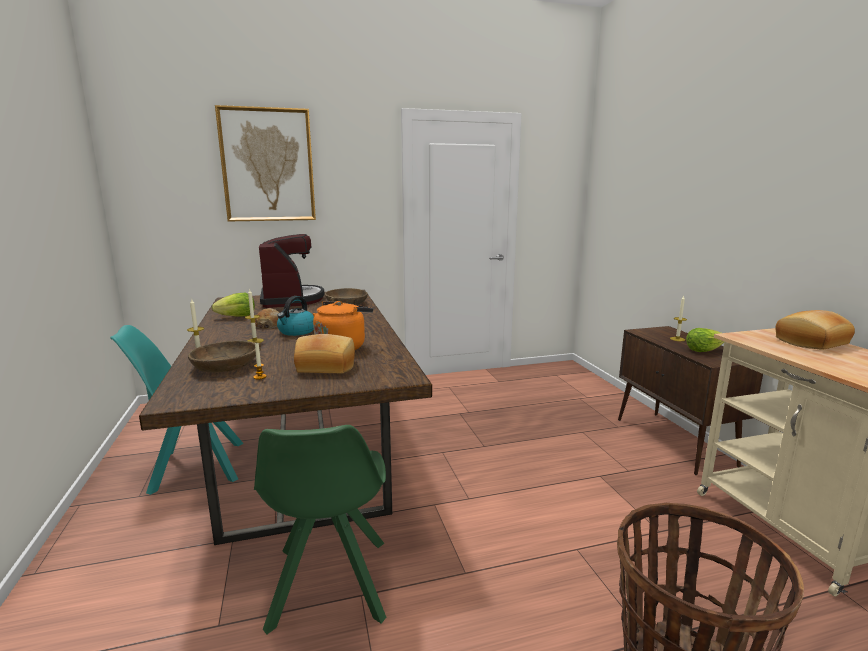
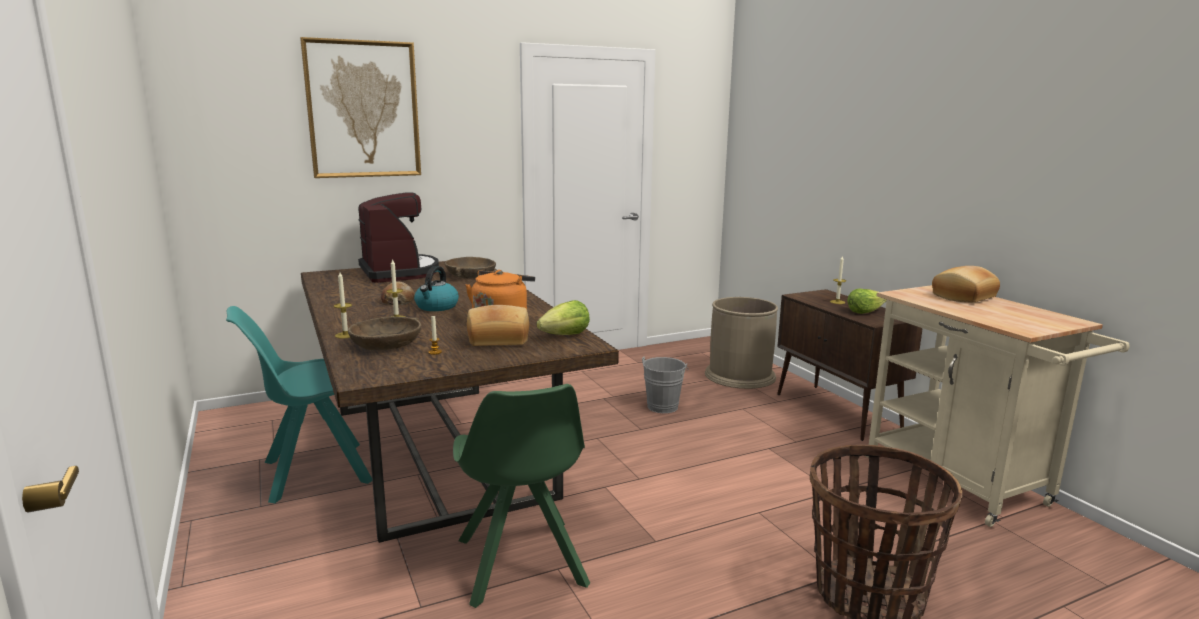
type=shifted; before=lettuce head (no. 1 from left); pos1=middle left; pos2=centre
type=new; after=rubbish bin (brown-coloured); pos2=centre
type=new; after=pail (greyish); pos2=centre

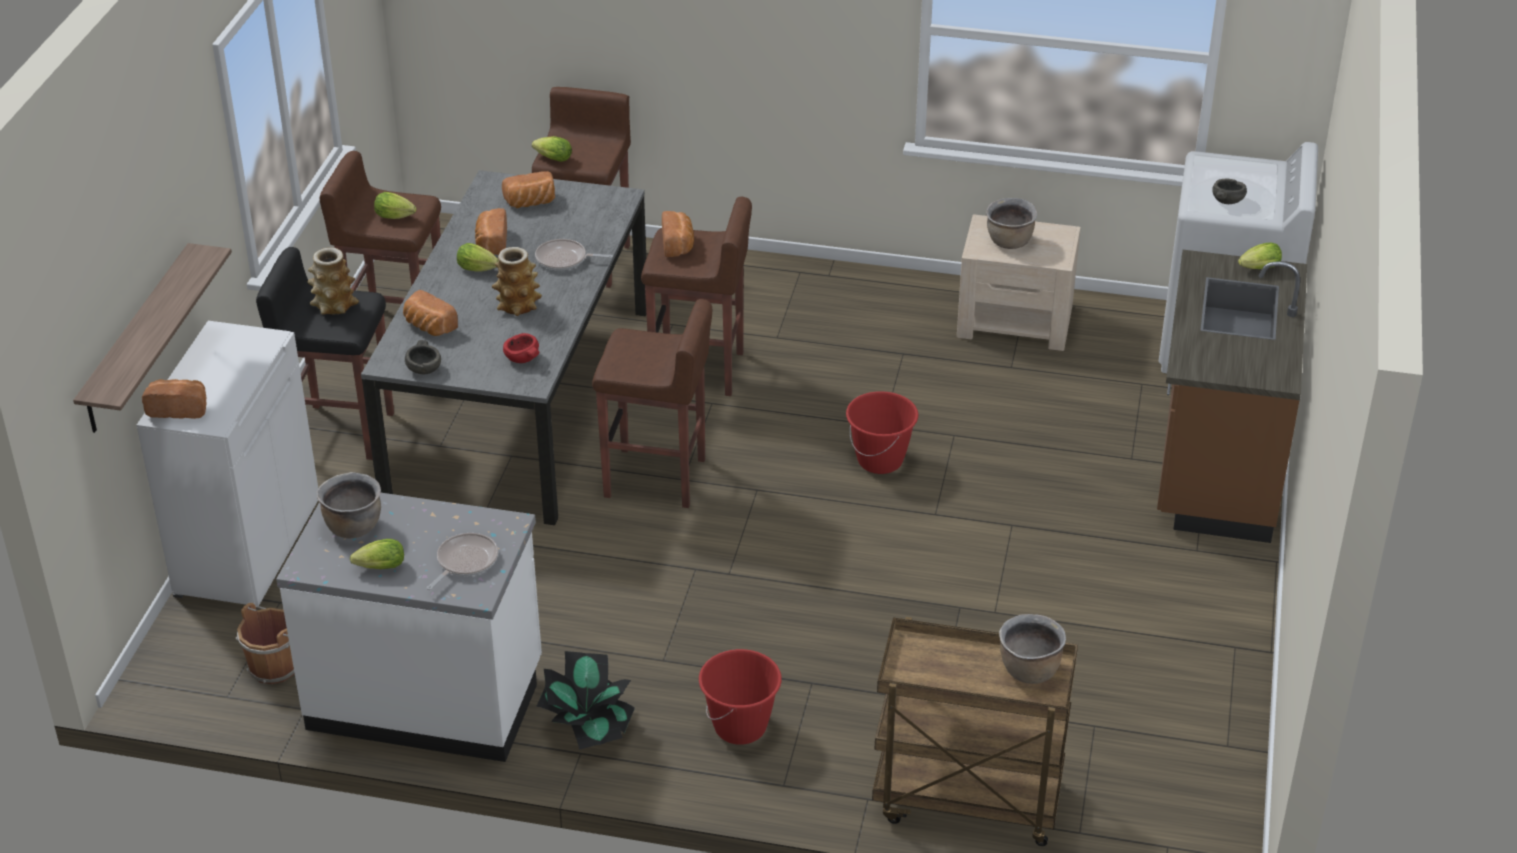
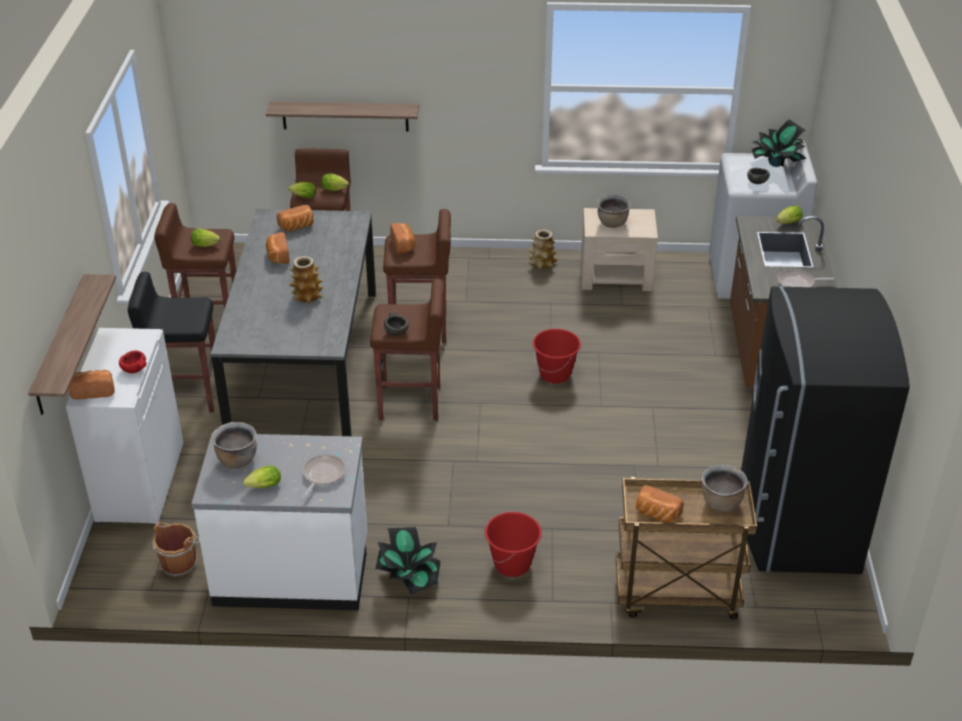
type=shifted; before=frying pan (no. 2 from left); pos1=top centre; pos2=middle right
type=shifted; before=lettuce head (no. 3 from left in the first image); after=lettuce head (no. 4 from left); pos1=top left; pos2=top centre
type=shifted; before=decorative vase (no. 1 from left in the first image); after=decorative vase (no. 2 from left); pos1=top left; pos2=centre
type=shifted; before=baked bread (no. 2 from left in the first image); after=baked bread (no. 5 from left); pos1=middle left; pos2=bottom right
type=shifted; before=deep dish (red); pos1=centre; pos2=middle left
type=shifted; before=deep dish (greyish) (no. 1 from left); pos1=middle left; pos2=centre
type=new; after=bracket shelf (no. 2 from left); pos2=top centre
type=new; after=potted plant (no. 2 from left); pos2=top right
type=new; after=fridge (black-coloured); pos2=middle right

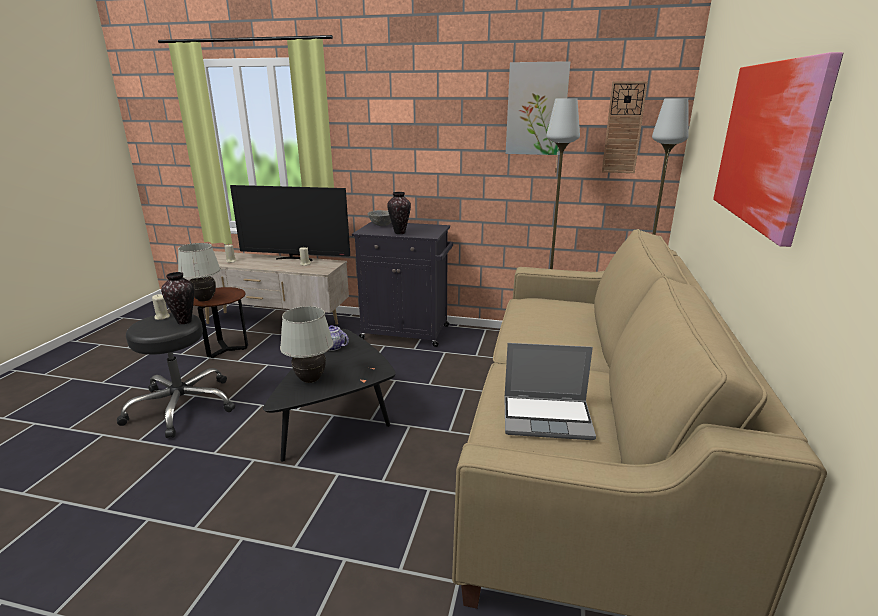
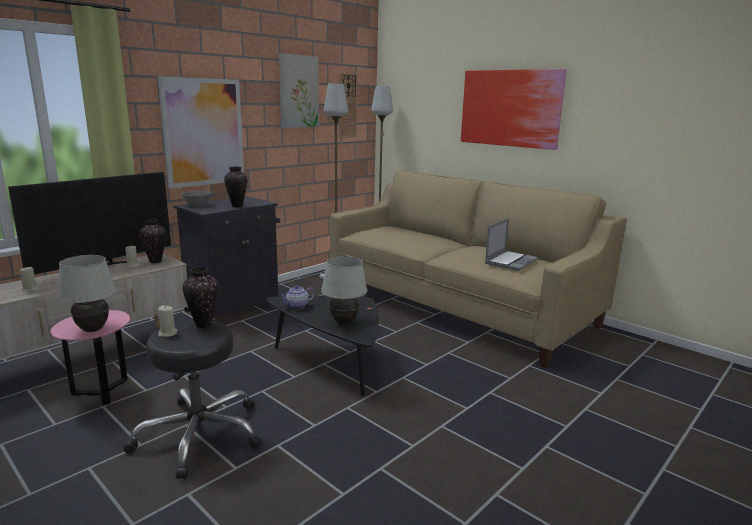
type=repainted; before=side table (brown-coloured); after=side table (pink-coloured); pos1=middle left; pos2=bottom left
type=new; after=picture (no. 1 from left); pos2=top left
type=new; after=decorative vase (no. 1 from left); pos2=middle left

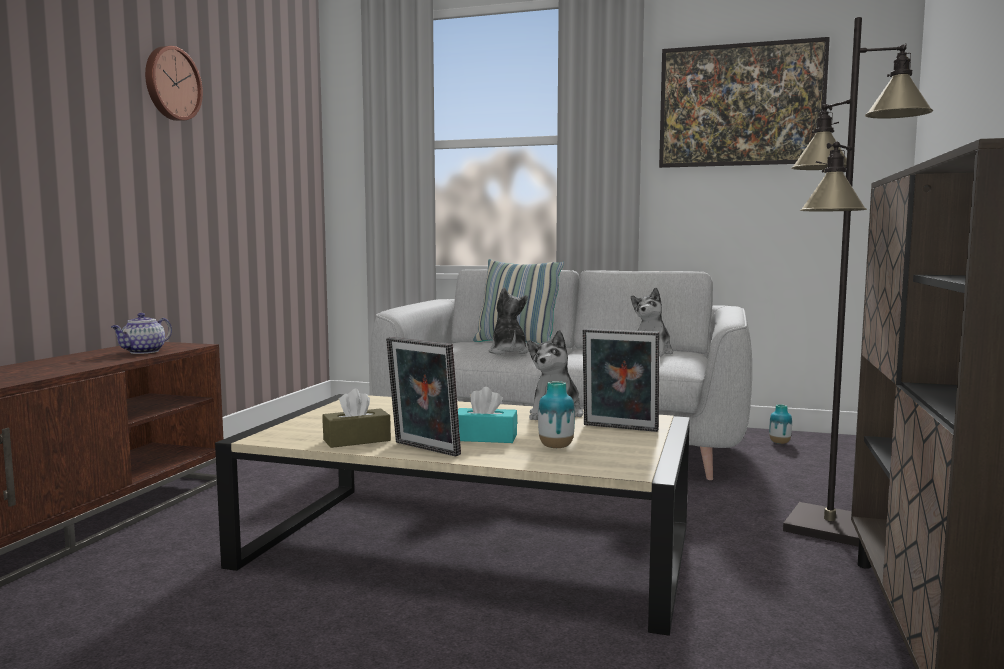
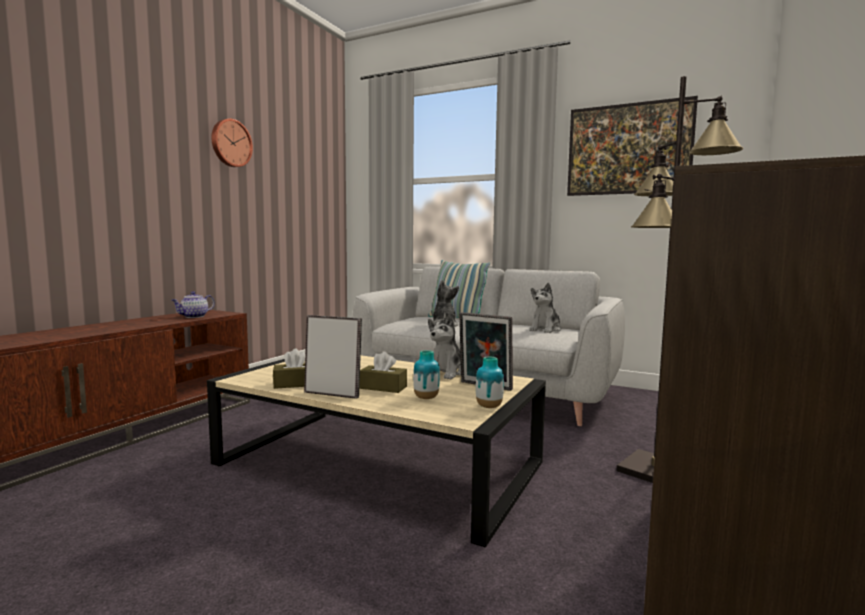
type=rotated; before=picture frame (no. 1 from left); pos1=centre; pos2=centre; turn=150
type=repainted; before=tissue holder (turquoise-coloured); after=tissue holder (brown-coloured) (no. 2 from left); pos1=centre; pos2=centre
type=shifted; before=decorative vase (no. 2 from left); pos1=middle right; pos2=centre

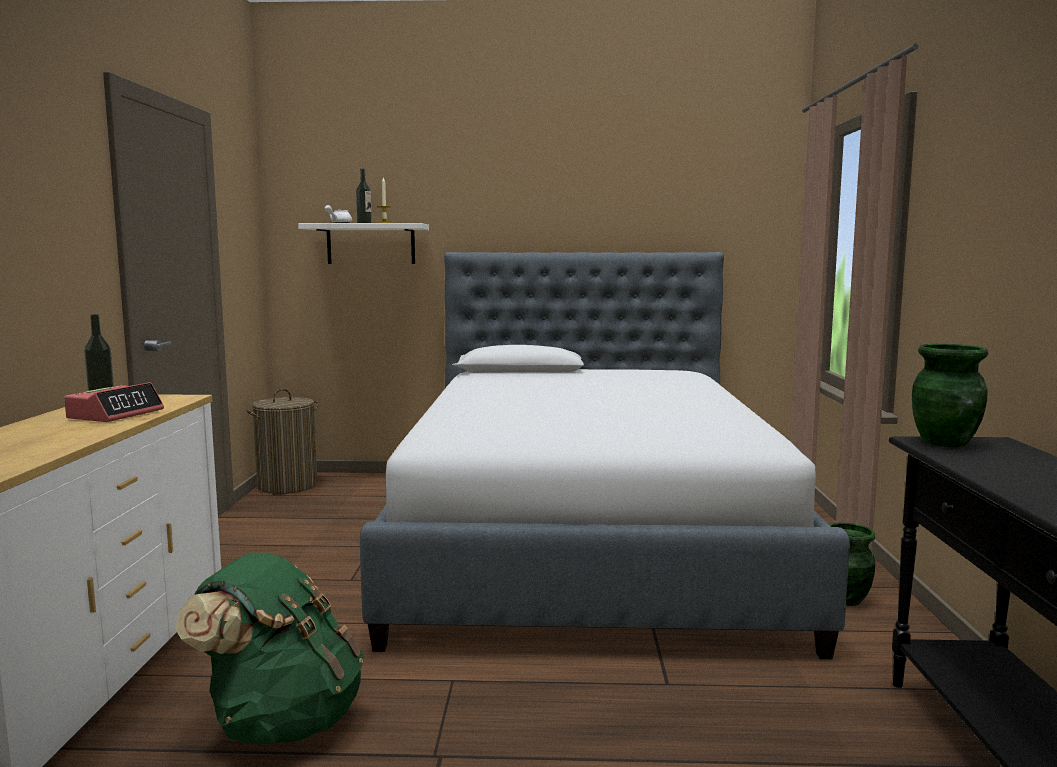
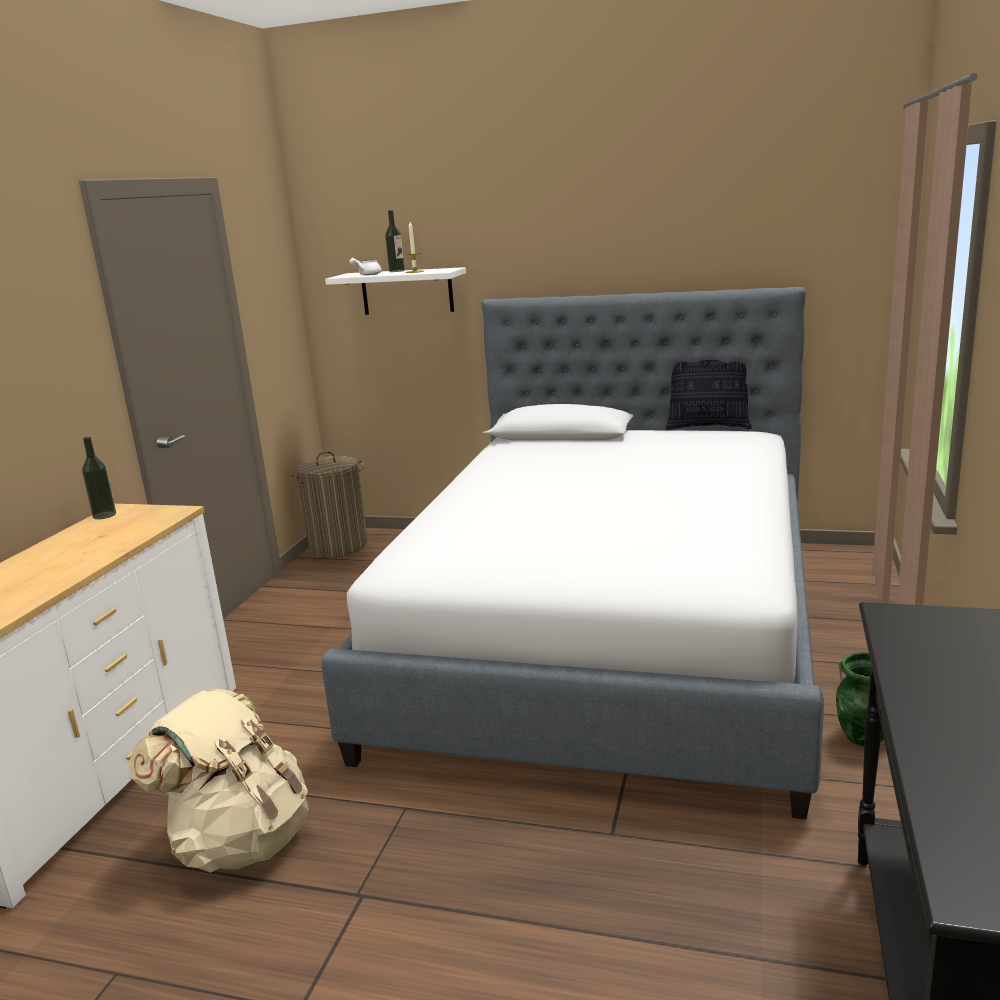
type=gone; before=decorative vase (greenish) (no. 2 from left); pos1=middle right
type=gone; before=table clock; pos1=middle left
type=repainted; before=rucksack (greenish); after=rucksack (beige); pos1=bottom left; pos2=bottom left
type=new; after=pillow; pos2=middle right

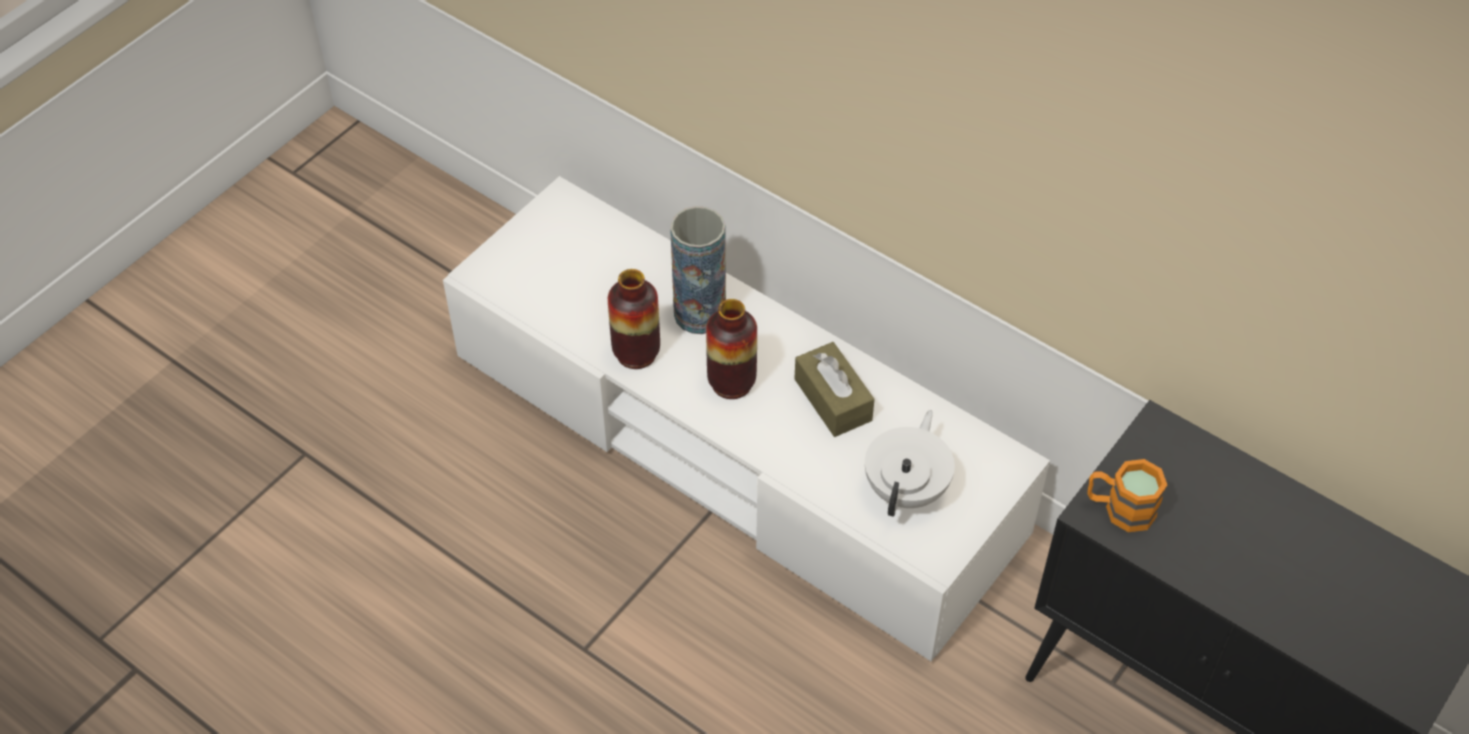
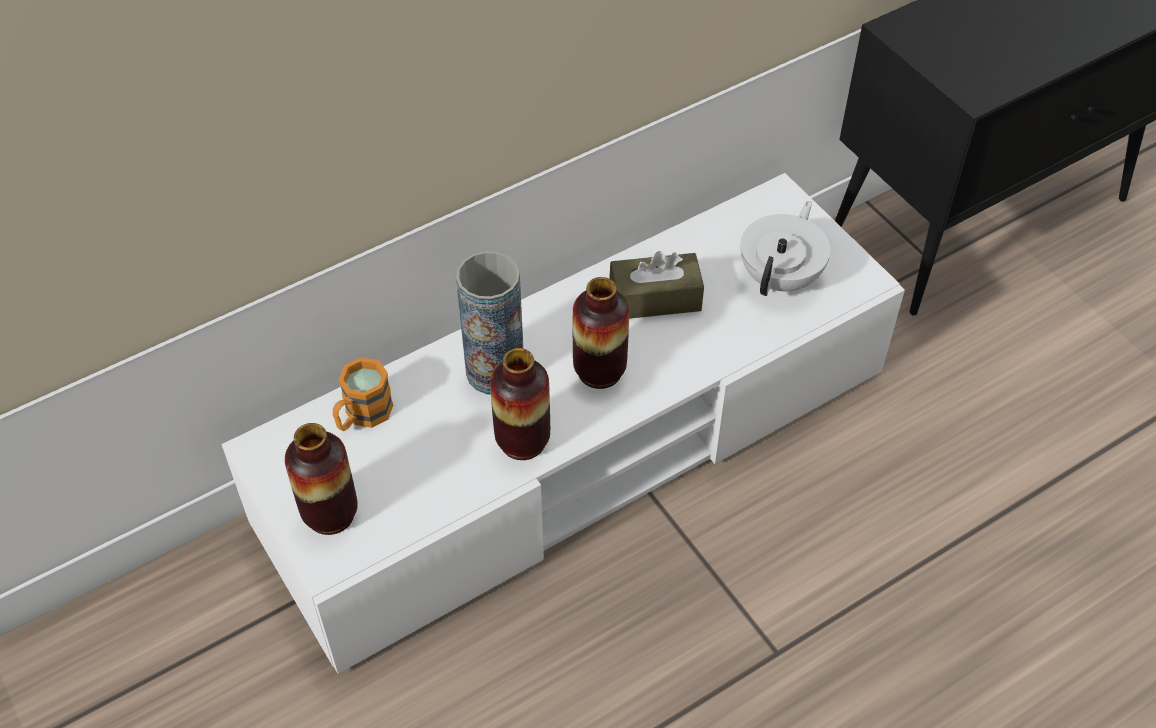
type=rotated; before=tea pot (white); pos1=centre; pos2=middle right; turn=75
type=shifted; before=tea mug (orange-coloured); pos1=bottom right; pos2=middle left
type=new; after=decorative vase (no. 1 from left); pos2=middle left

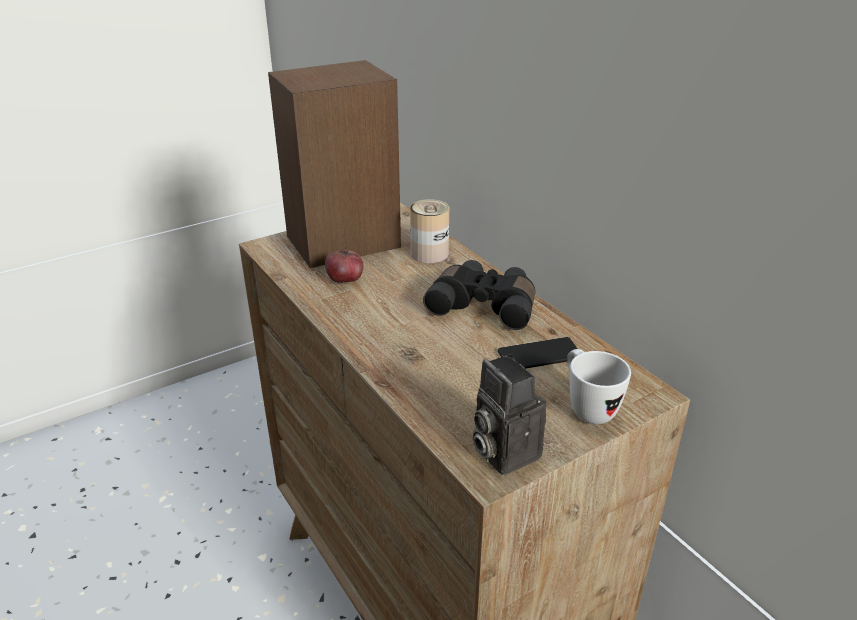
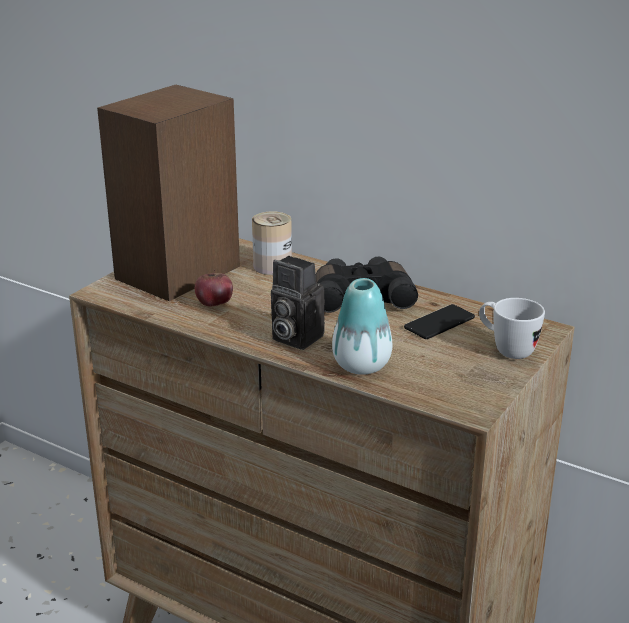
type=shifted; before=still camera; pos1=bottom centre; pos2=centre
type=new; after=decorative vase; pos2=centre

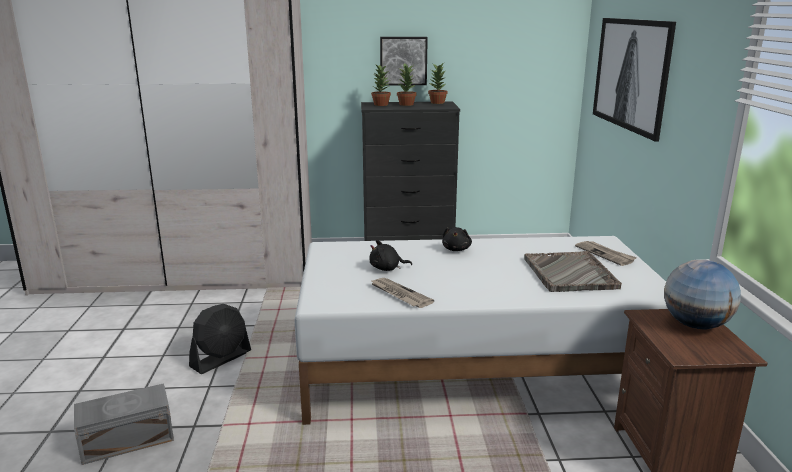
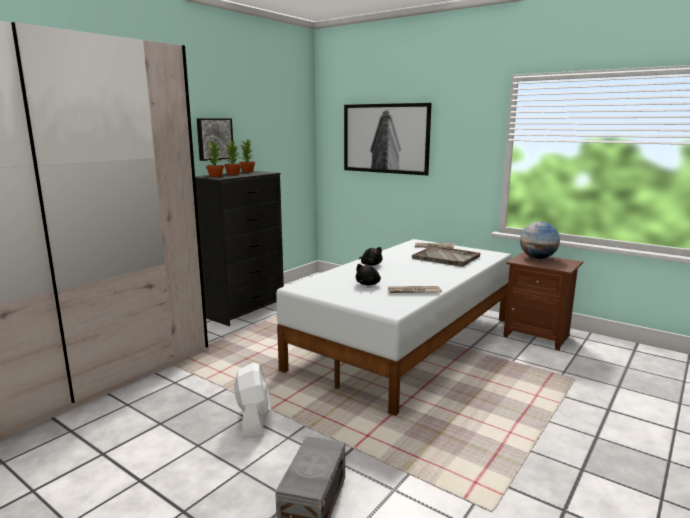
type=repainted; before=fan (black-coloured); after=fan (white); pos1=bottom left; pos2=bottom centre

